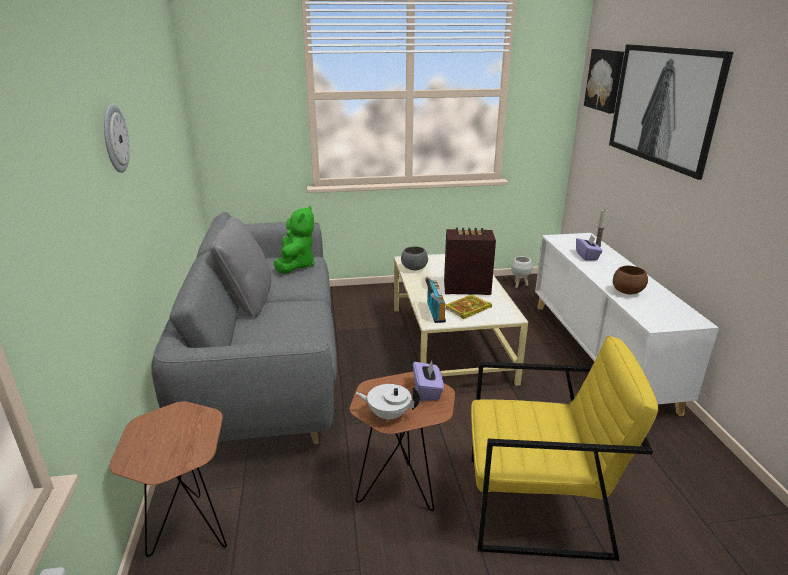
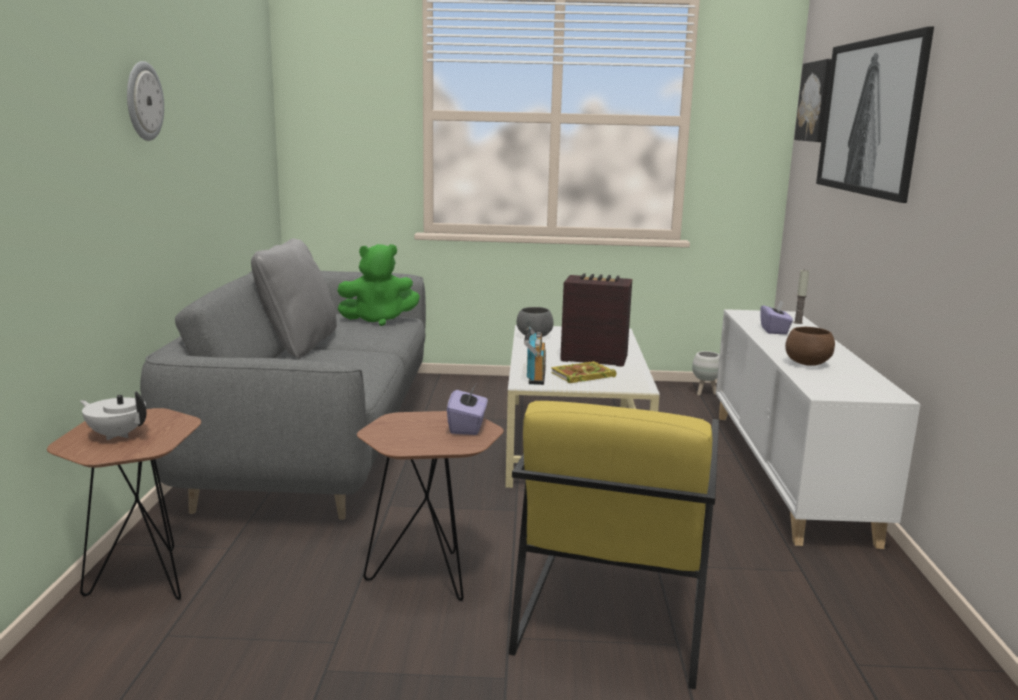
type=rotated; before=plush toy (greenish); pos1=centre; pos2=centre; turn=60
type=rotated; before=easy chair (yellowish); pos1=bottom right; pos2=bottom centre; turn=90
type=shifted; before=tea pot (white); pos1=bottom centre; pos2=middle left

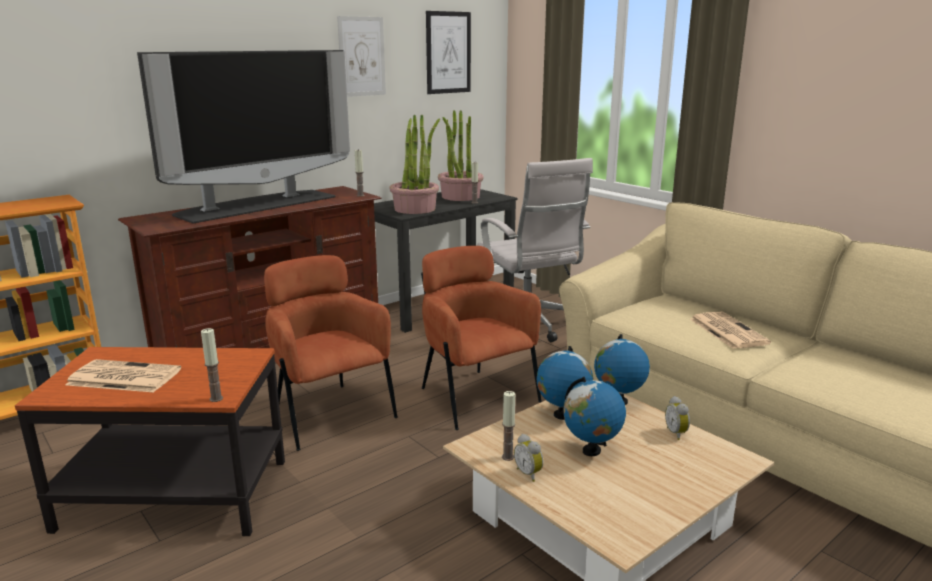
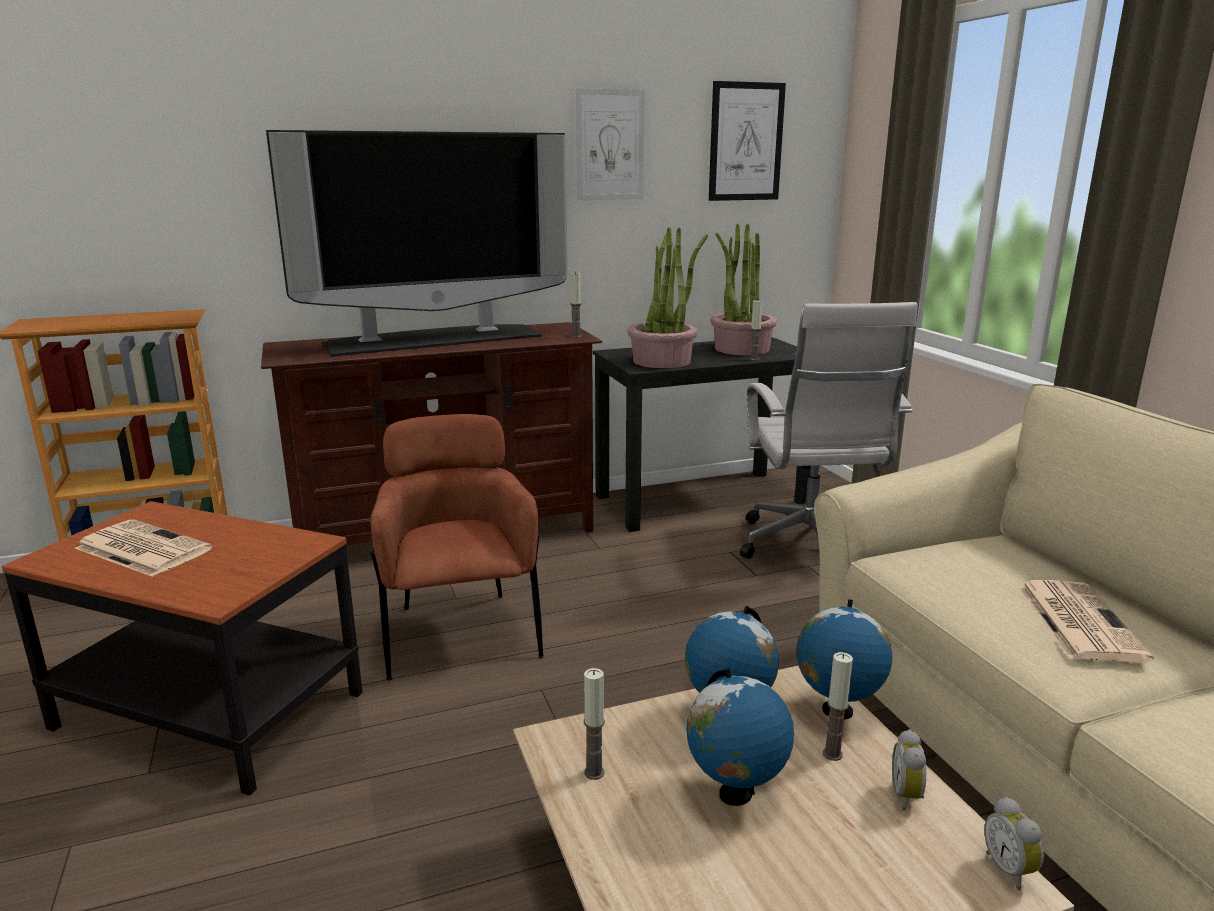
type=gone; before=easy chair (brown-coloured) (no. 2 from left); pos1=centre
type=shifted; before=wax light (no. 1 from left in the first image); after=wax light (no. 4 from left); pos1=middle left; pos2=bottom right
type=shifted; before=table clock (no. 1 from left in the first image); after=table clock (no. 2 from left); pos1=bottom centre; pos2=bottom right

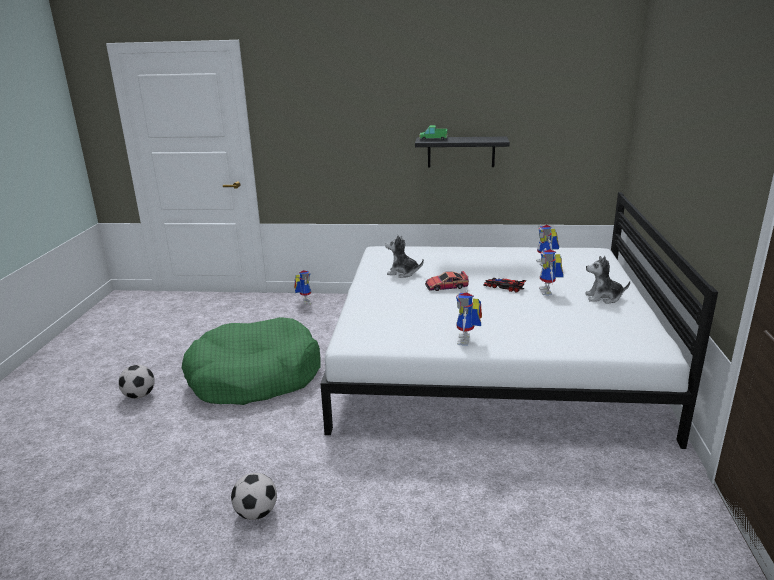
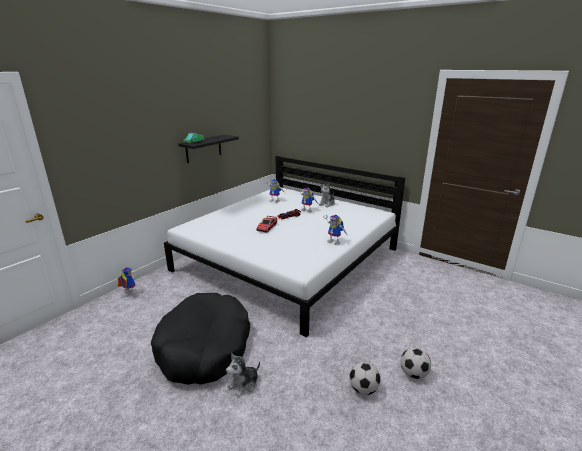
type=shifted; before=plush toy (no. 1 from left); pos1=centre; pos2=bottom centre
type=repainted; before=dog bed (greenish); after=dog bed (black-coloured); pos1=middle left; pos2=bottom centre
type=shifted; before=ball for football (no. 1 from left in the first image); after=ball for football (no. 2 from left); pos1=middle left; pos2=bottom right

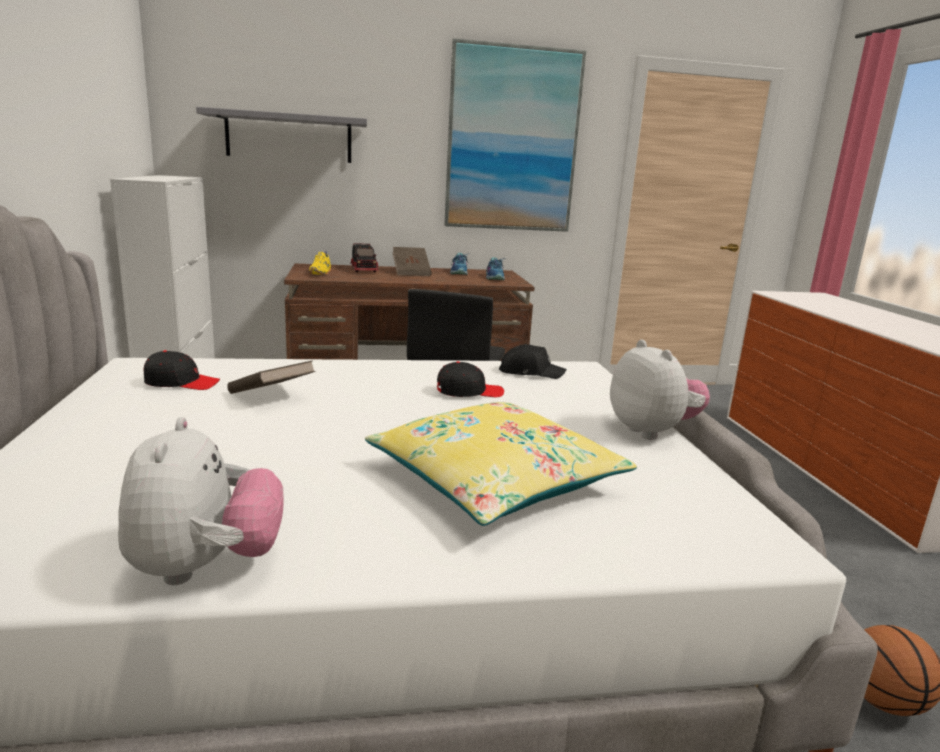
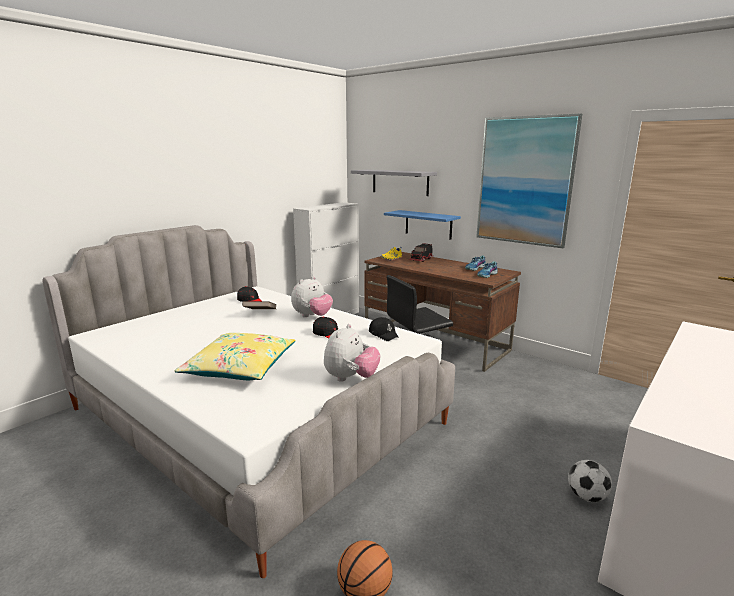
type=gone; before=bound book (brown-coloured) (no. 2 from left); pos1=centre
type=shifted; before=plush toy (no. 1 from left); pos1=middle left; pos2=centre
type=new; after=bracket shelf (bluish); pos2=centre
type=new; after=ball for football; pos2=bottom right

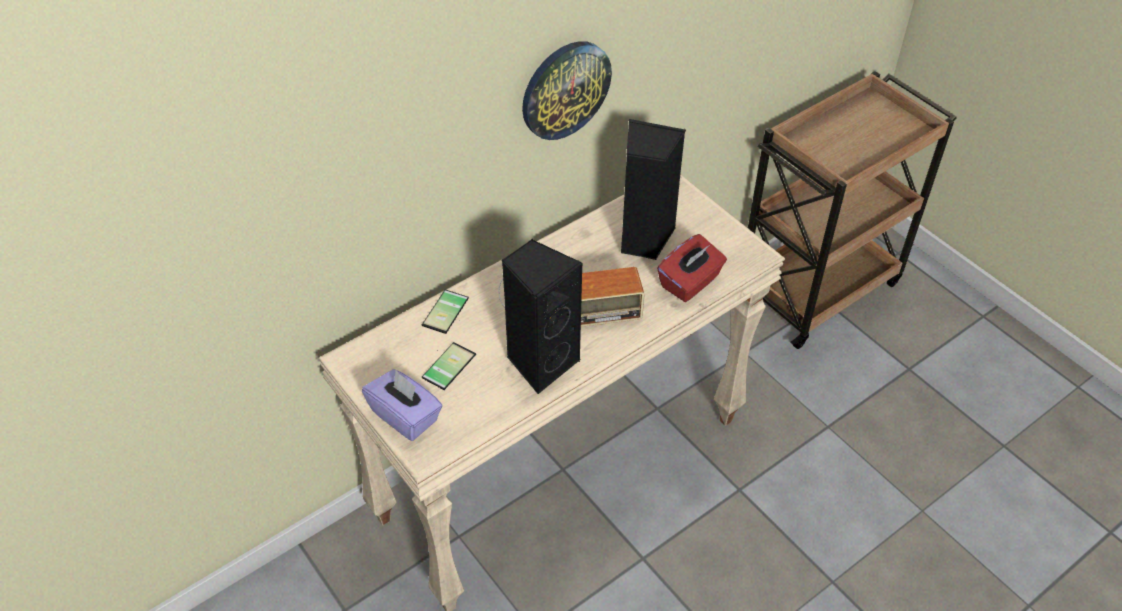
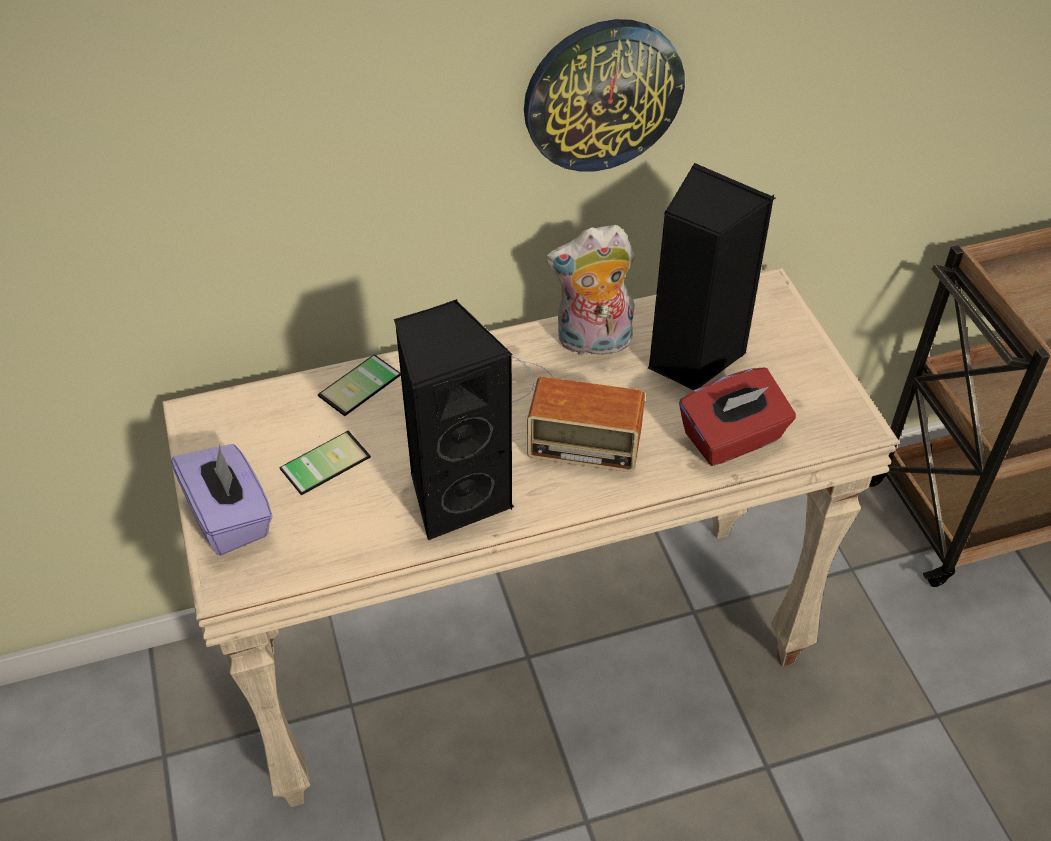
type=new; after=plush toy; pos2=centre

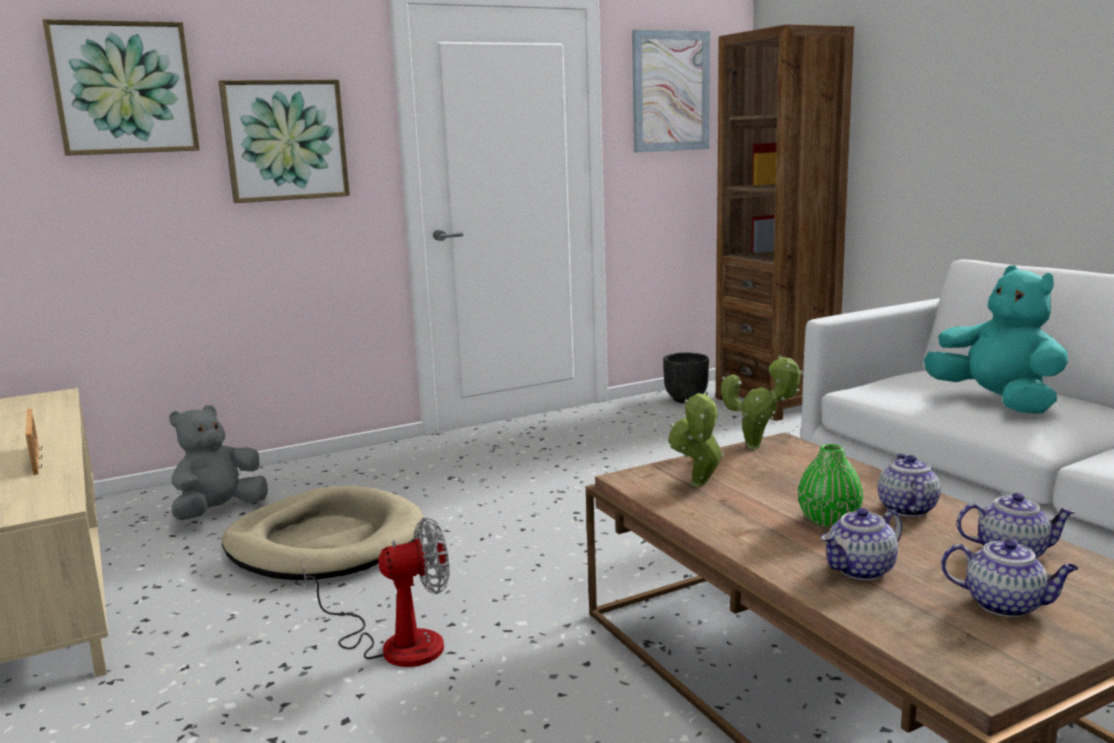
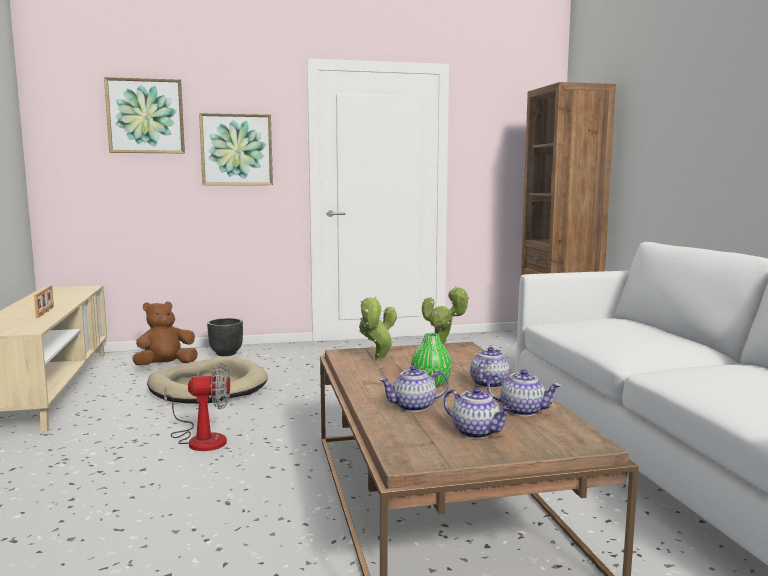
type=gone; before=picture (no. 3 from left); pos1=top centre
type=gone; before=plush toy (turquoise-coloured); pos1=middle right
type=shifted; before=flower pot (black-coloured); pos1=centre; pos2=middle left
type=repainted; before=plush toy (greyish); after=plush toy (brown-coloured); pos1=middle left; pos2=middle left

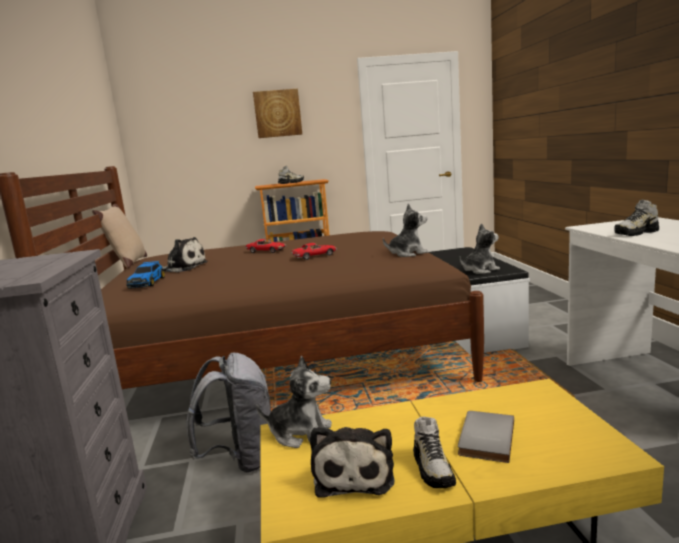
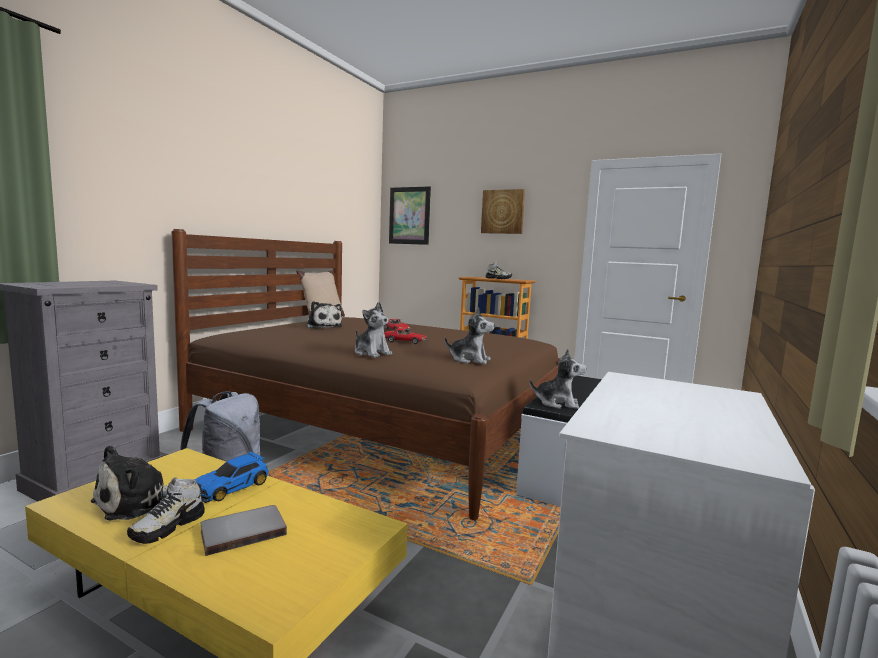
type=gone; before=low shoe (no. 3 from left); pos1=middle right
type=shifted; before=model car (no. 1 from left); pos1=middle left; pos2=bottom left
type=shifted; before=plush toy (no. 2 from left in the first image); after=plush toy (no. 3 from left); pos1=bottom centre; pos2=centre
type=new; after=picture (no. 1 from left); pos2=top centre

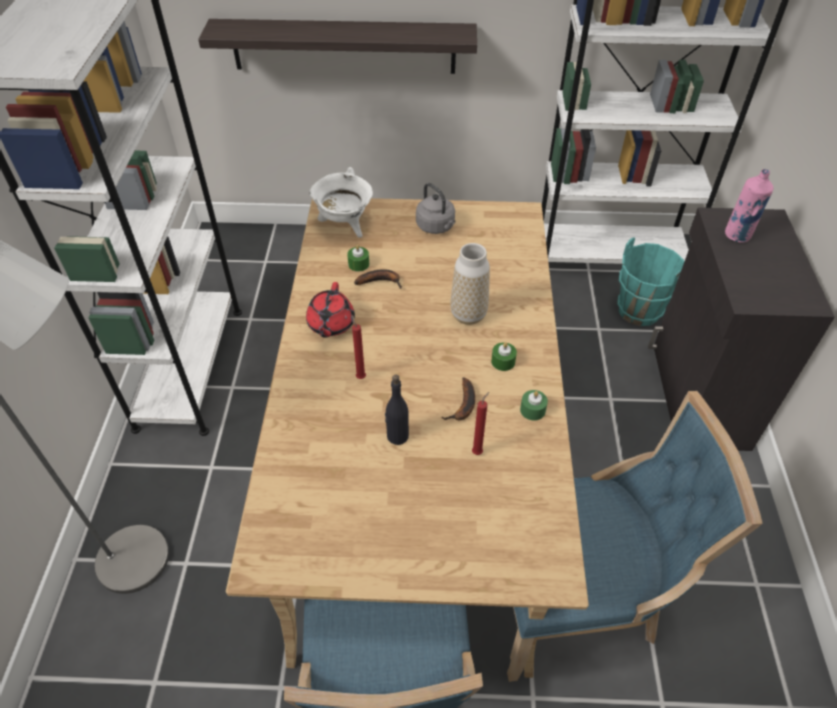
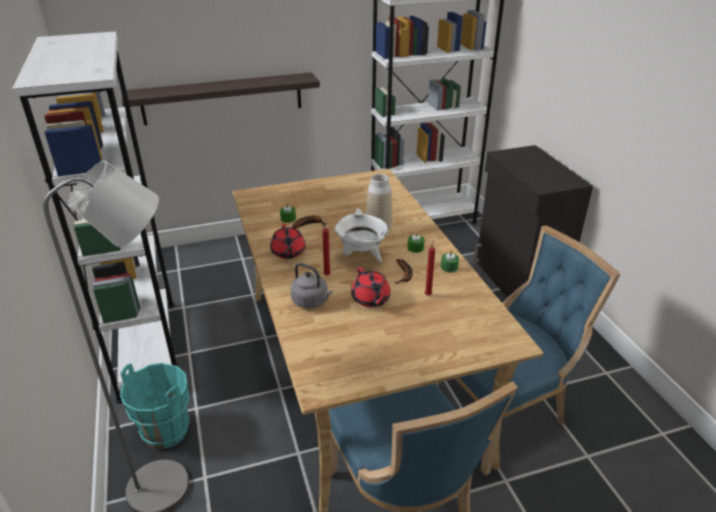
type=shifted; before=saucepot (white); pos1=top centre; pos2=centre
type=gone; before=beverage bottle (pink-coloured); pos1=top right
type=shifted; before=water kettle (greyish); pos1=top centre; pos2=centre
type=shifted; before=pail (turquoise-coloured); pos1=middle right; pos2=bottom left
type=swapped; before=beverage bottle (black-coloured); after=tea pot (red) (no. 2 from left); pos1=centre; pos2=centre

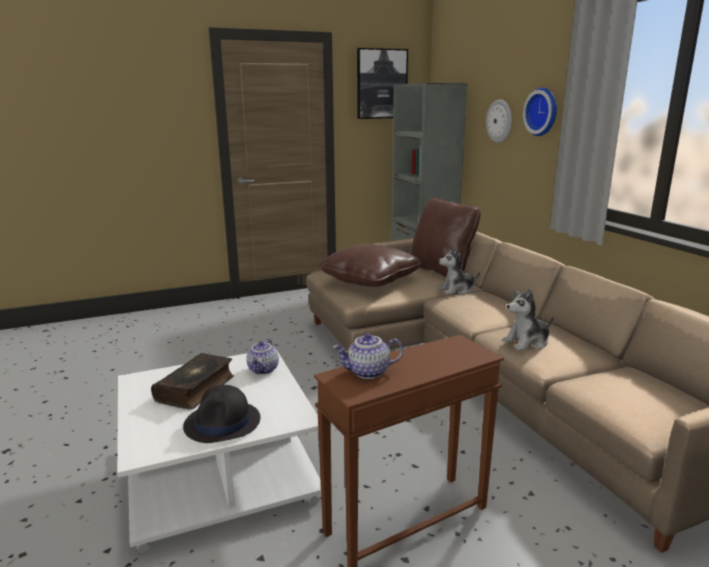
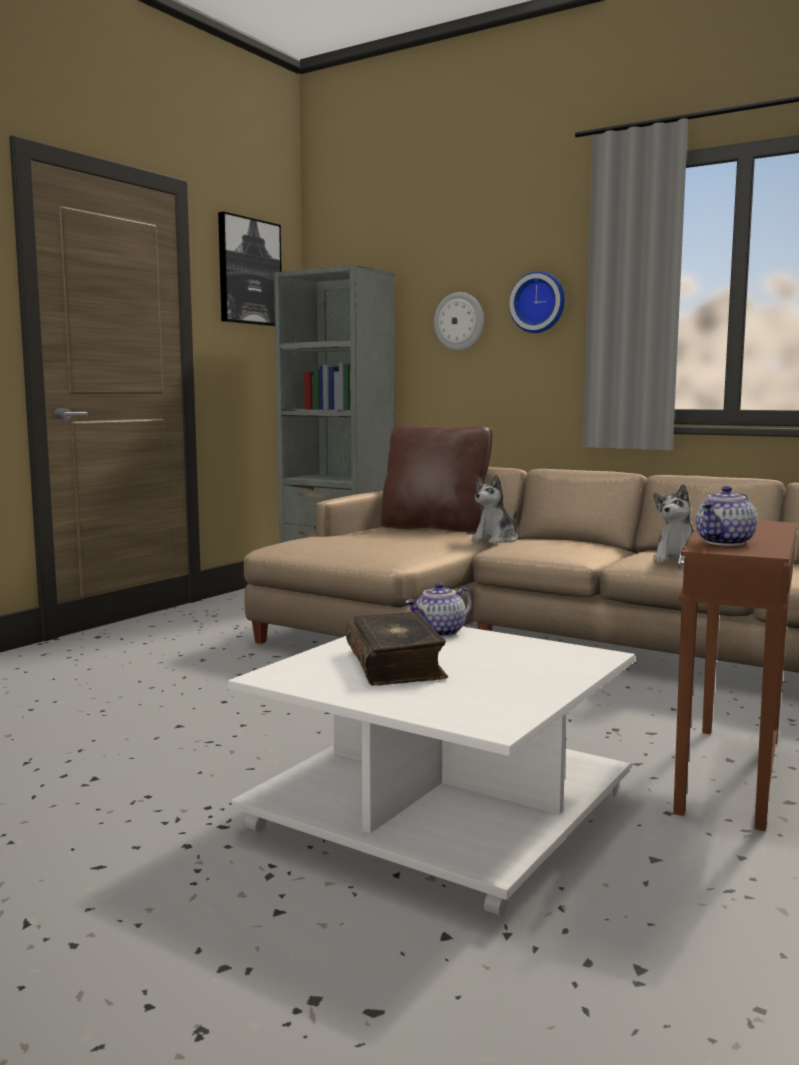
type=gone; before=pillow (brown-coloured) (no. 1 from left); pos1=centre
type=rotated; before=tea pot (no. 1 from left); pos1=centre; pos2=centre; turn=75
type=gone; before=hat (black-coloured); pos1=bottom left

